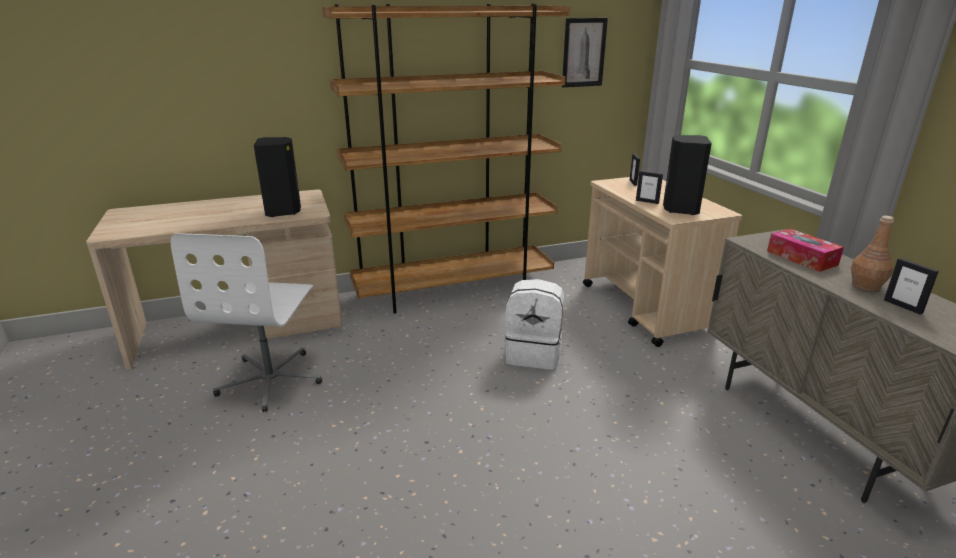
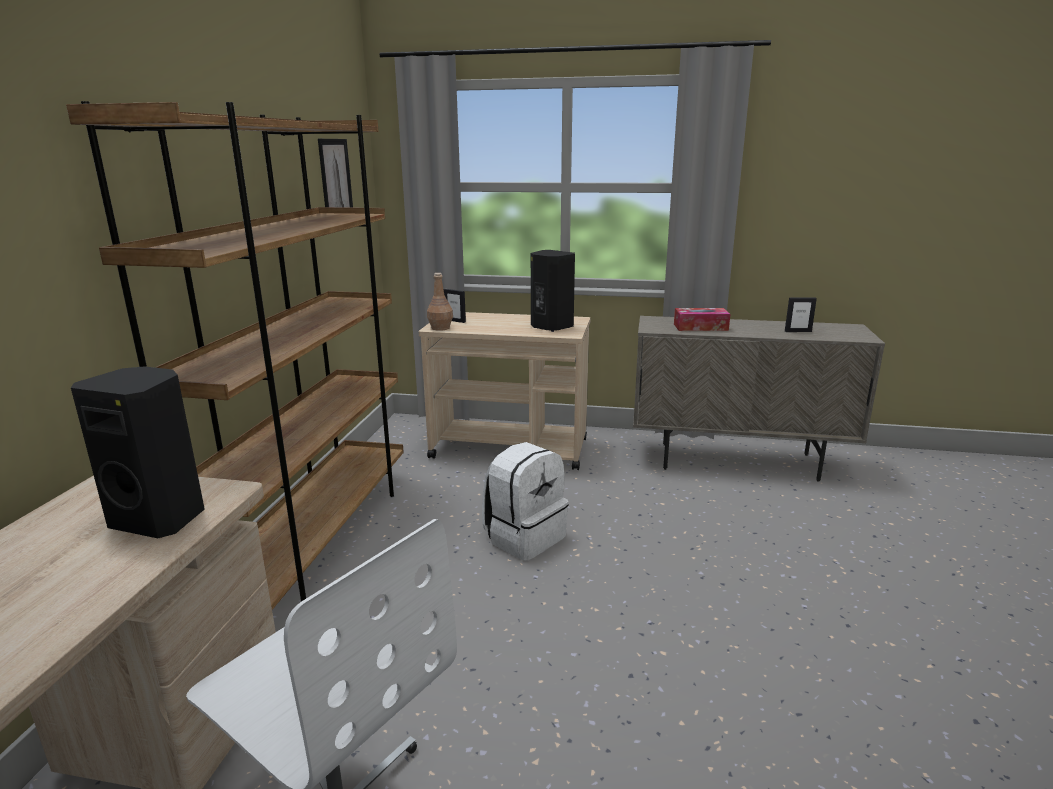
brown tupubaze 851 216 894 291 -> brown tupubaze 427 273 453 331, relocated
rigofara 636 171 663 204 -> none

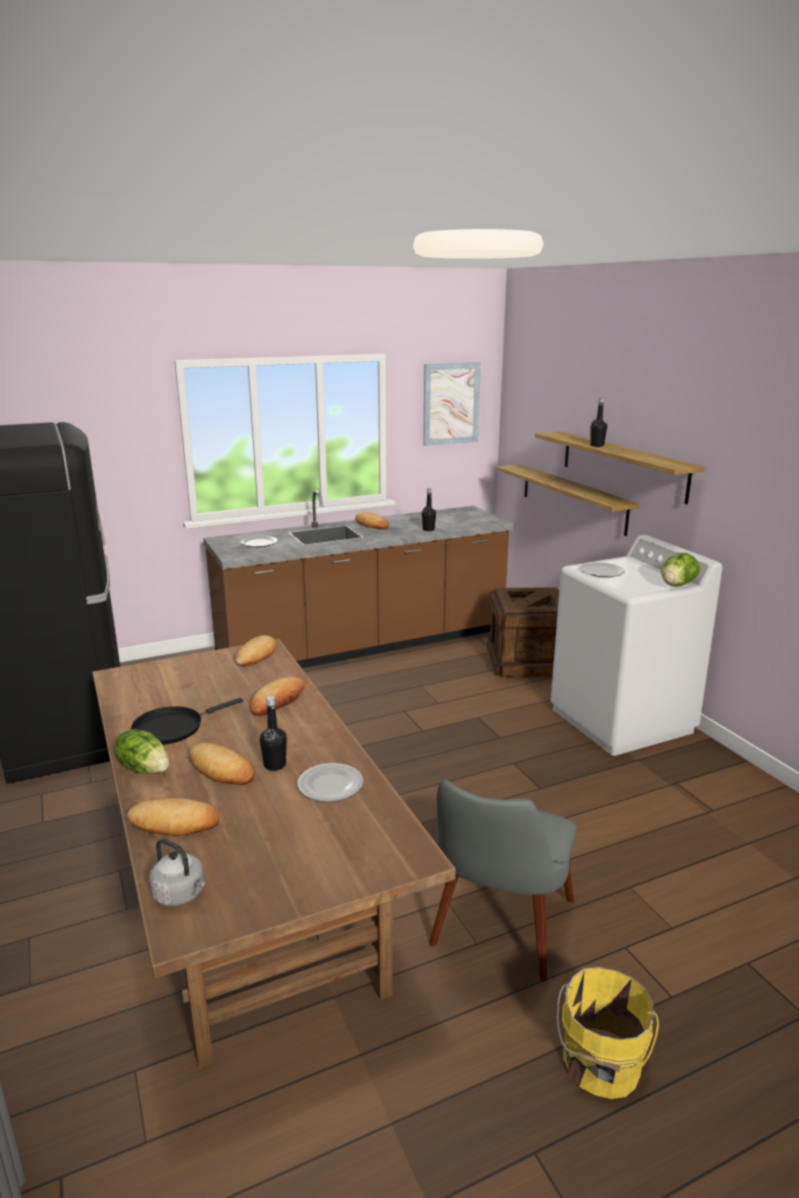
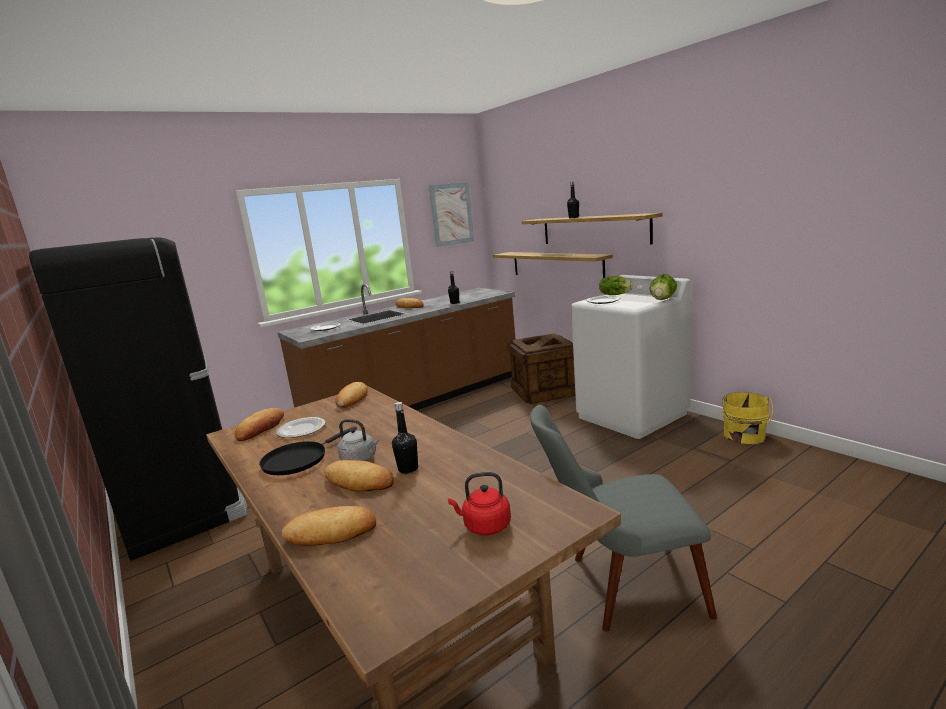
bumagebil 249 677 304 716 -> bumagebil 235 408 284 441, relocated
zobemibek 297 763 364 802 -> zobemibek 276 417 325 438, relocated
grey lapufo 149 839 205 906 -> grey lapufo 337 419 379 461, relocated
none -> red lapufo 448 472 511 535
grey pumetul 429 780 577 982 -> grey pumetul 530 405 717 632, 75 degrees clockwise
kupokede 114 729 169 774 -> kupokede 599 276 633 295, relocated
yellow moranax 557 967 659 1099 -> yellow moranax 722 392 773 444, relocated

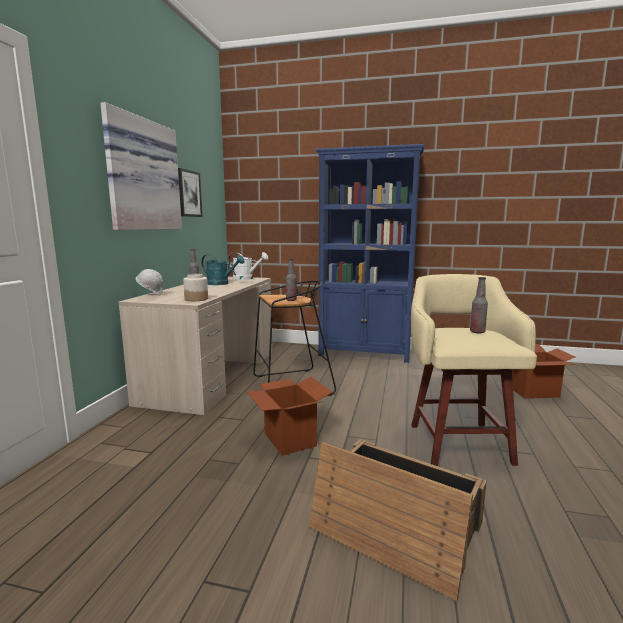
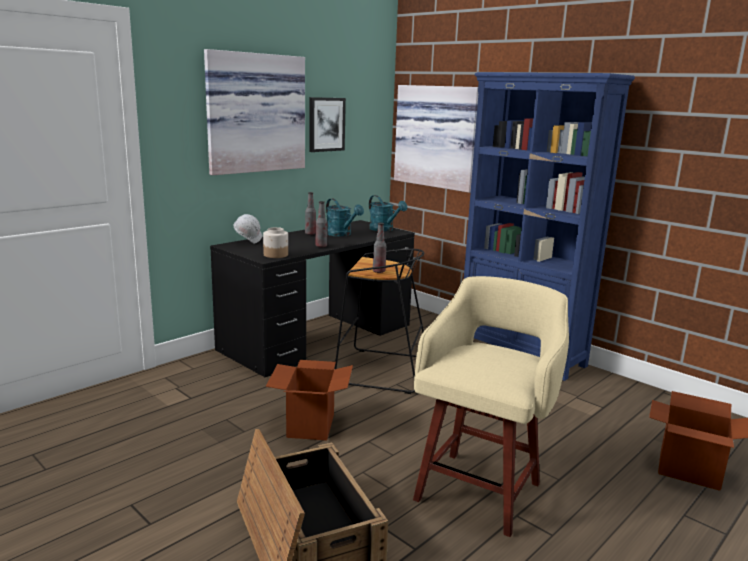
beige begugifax 119 277 272 415 -> black begugifax 210 220 415 377
tupubaze 470 277 488 333 -> tupubaze 315 201 327 247, relocated
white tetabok 228 252 268 280 -> turquoise tetabok 369 195 407 231
none -> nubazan 394 85 478 193

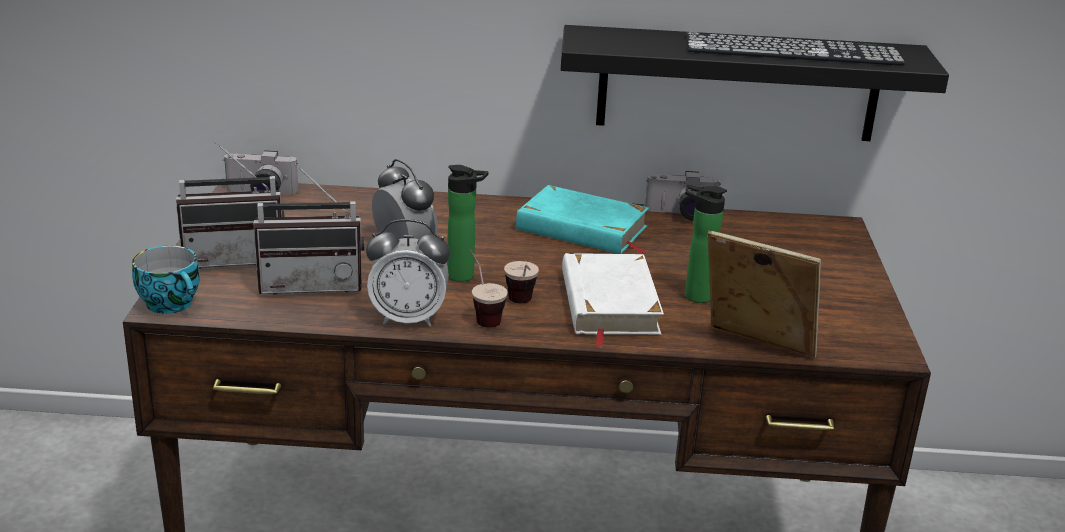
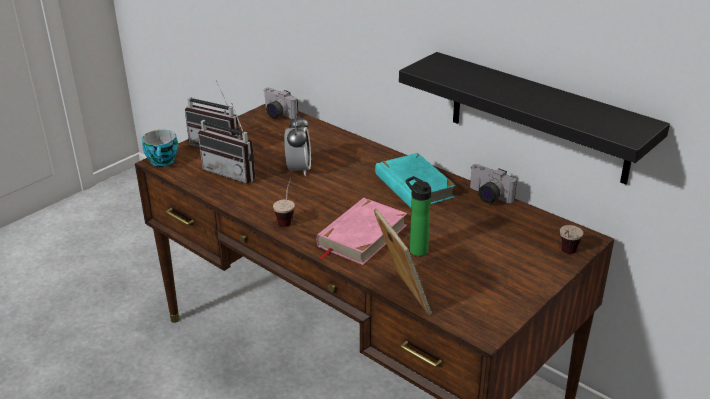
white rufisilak 562 253 664 347 -> pink rufisilak 317 198 407 265
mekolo 504 261 539 303 -> mekolo 560 225 583 254, relocated
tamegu 366 219 450 326 -> none
tupubaze 447 165 489 282 -> none
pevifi 686 32 905 66 -> none

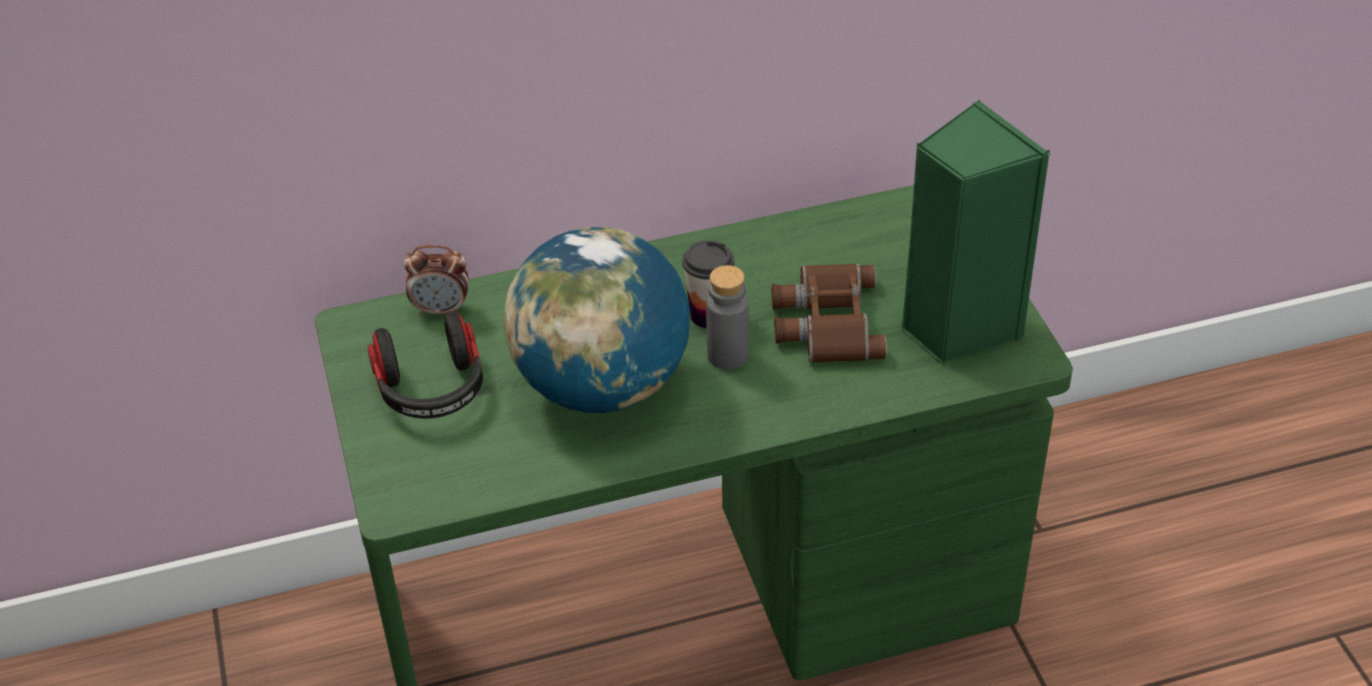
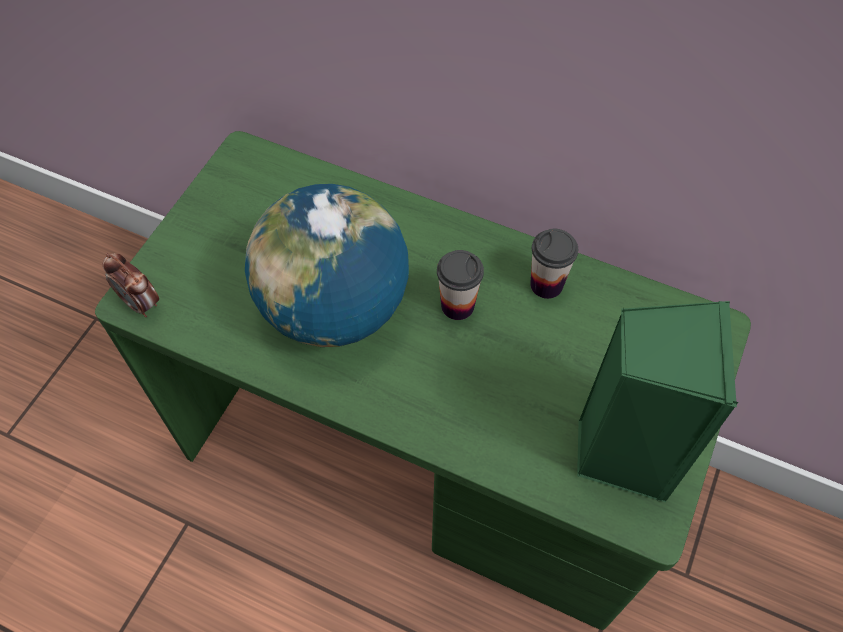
tamegu 404 245 469 316 -> tamegu 102 253 159 317, relocated
none -> mekolo 530 229 578 299
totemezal 368 312 483 419 -> none
grey tupubaze 706 265 749 370 -> none
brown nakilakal 772 263 887 363 -> none

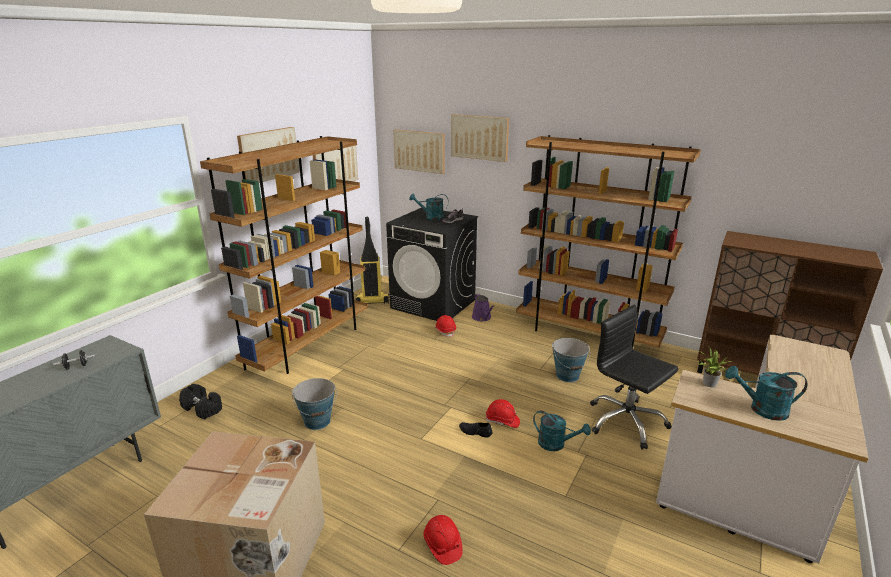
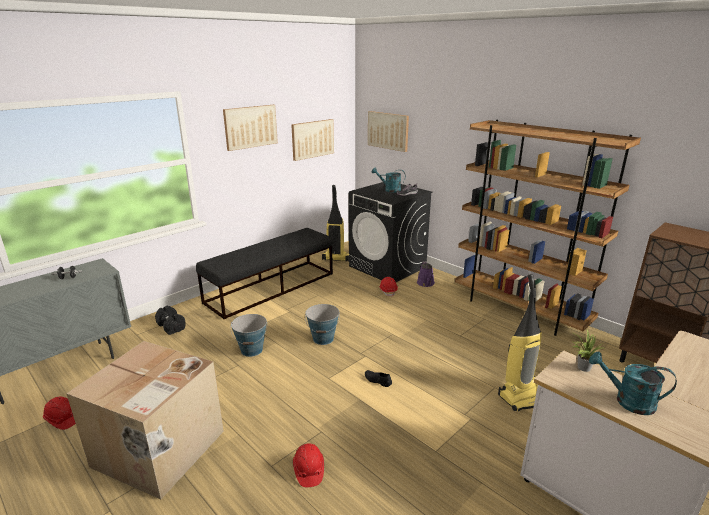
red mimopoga 485 399 520 428 -> red mimopoga 43 397 76 430, relocated
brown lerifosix 200 136 368 374 -> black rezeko 196 228 333 319
moranax 552 338 590 382 -> moranax 305 304 340 345, relocated
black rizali 590 305 678 449 -> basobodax 498 274 542 411
nubazan 451 114 509 162 -> none
turquoise tetabok 533 411 591 451 -> none

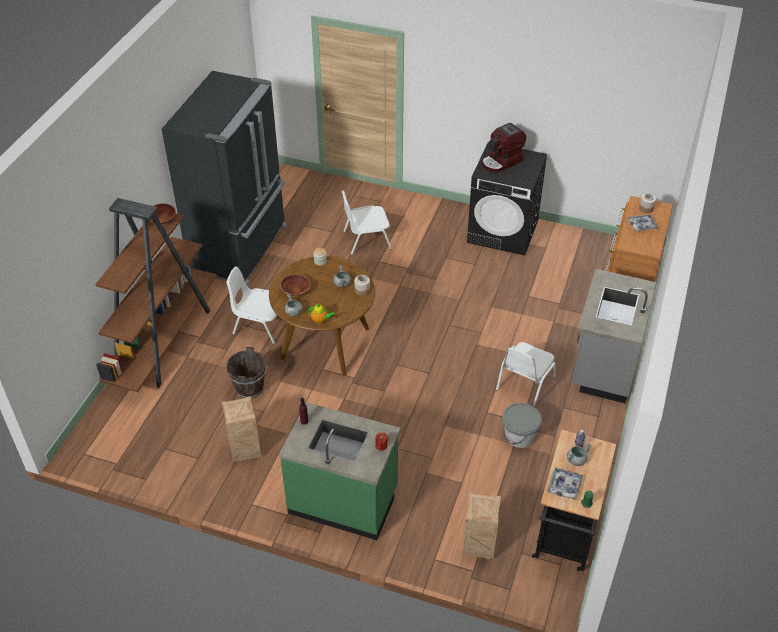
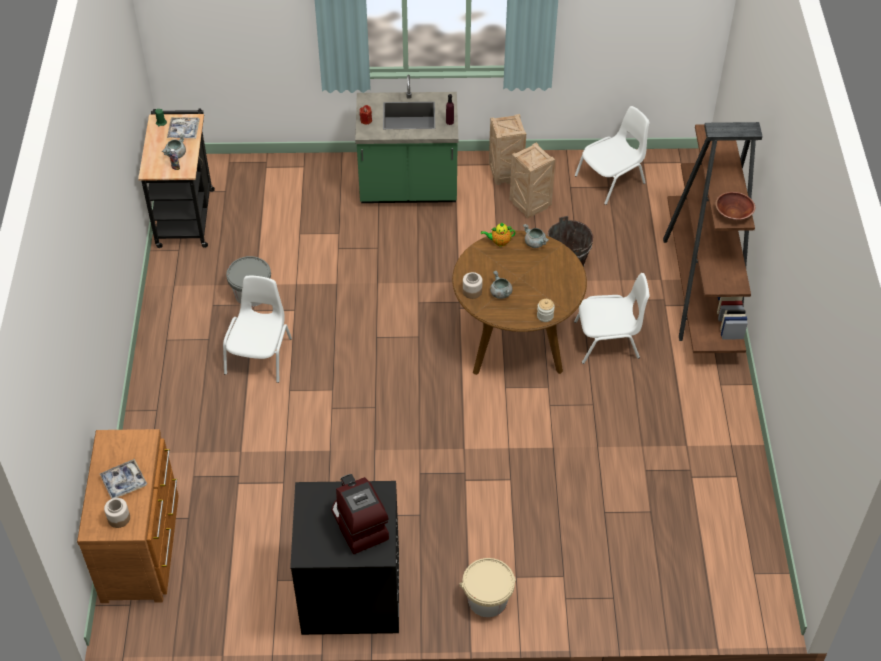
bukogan 482 123 526 173 -> bukogan 331 474 389 554, 60 degrees counterclockwise
none -> beige moranax 460 558 516 617
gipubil 462 492 501 560 -> gipubil 489 114 526 185, relocated
white pumetul 341 191 392 255 -> white pumetul 575 106 649 205, relocated
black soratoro 162 71 287 286 -> none
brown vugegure 280 274 311 295 -> none
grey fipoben 572 269 656 403 -> none

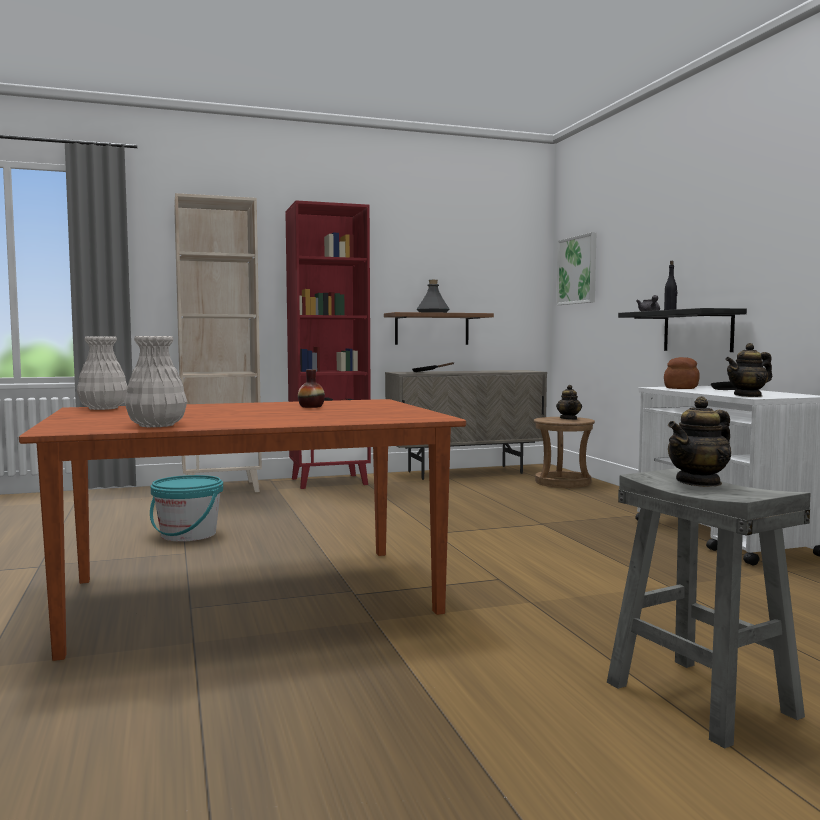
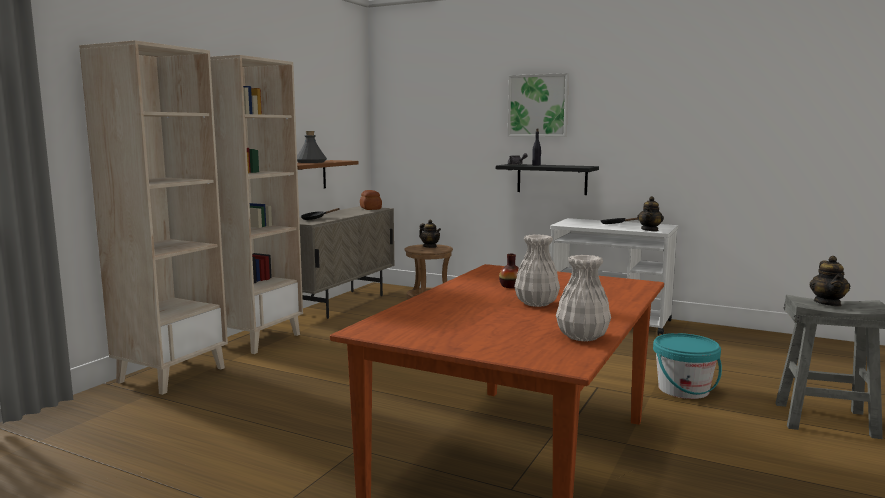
red lerifosix 285 200 371 489 -> beige lerifosix 210 55 303 354
bumagebil 664 357 700 389 -> bumagebil 360 190 382 210, relocated
nubazan 557 232 596 305 -> nubazan 508 73 569 137, relocated
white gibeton 77 337 128 410 -> white gibeton 514 235 560 307, relocated
turquoise moranax 150 475 223 542 -> turquoise moranax 653 333 722 399, relocated

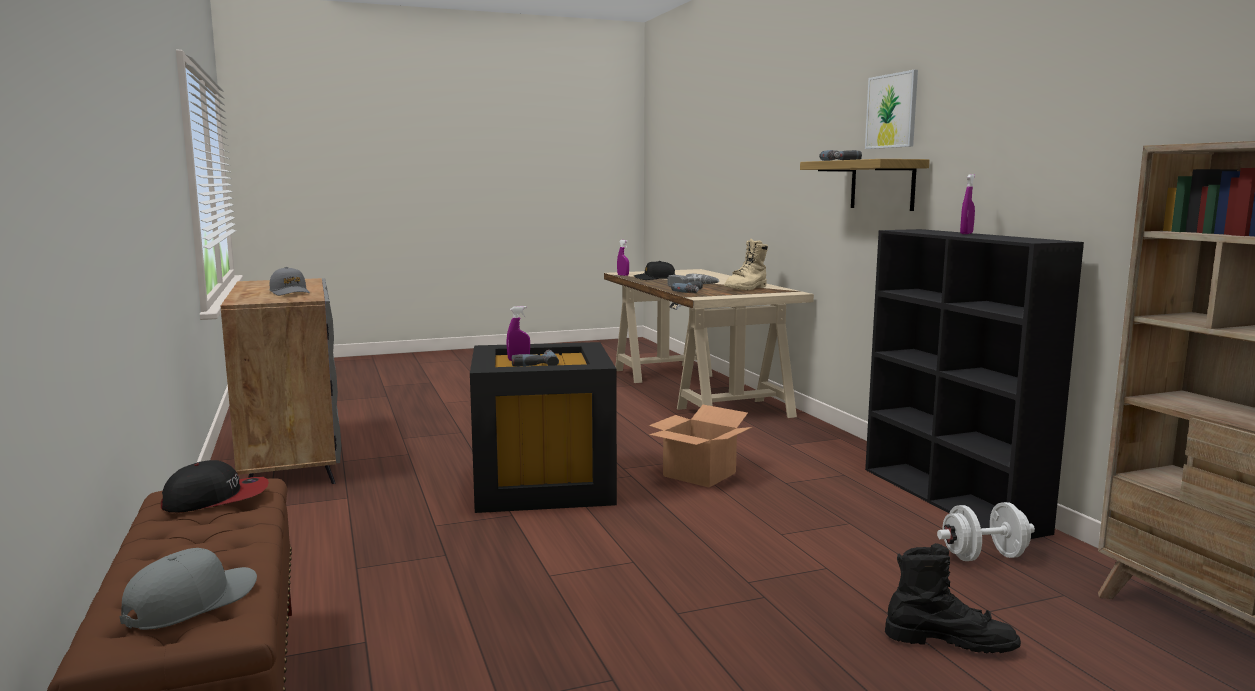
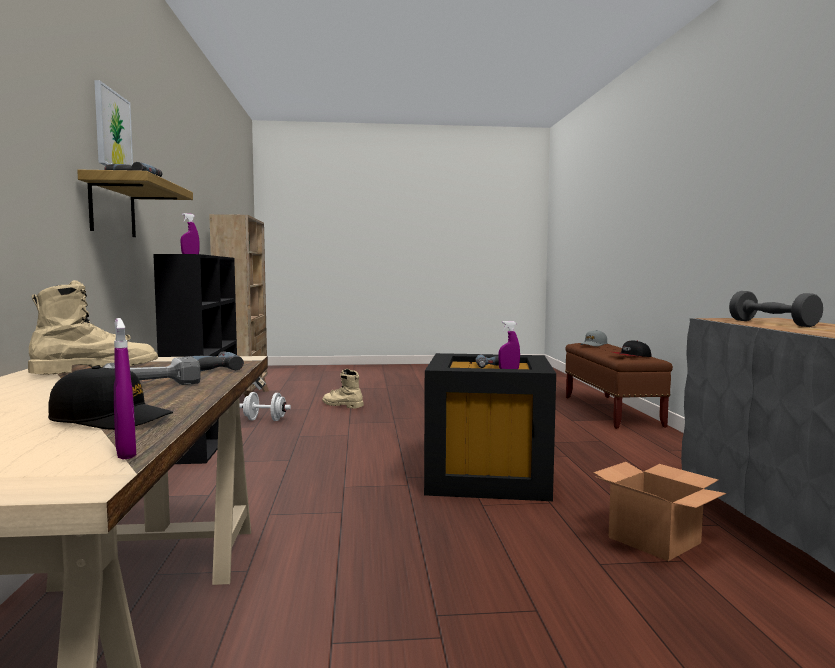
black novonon 885 543 1021 653 -> beige novonon 322 369 364 408
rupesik 649 405 752 487 -> rupesik 594 462 726 561, relocated
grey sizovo 269 267 310 296 -> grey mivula 729 291 823 327

